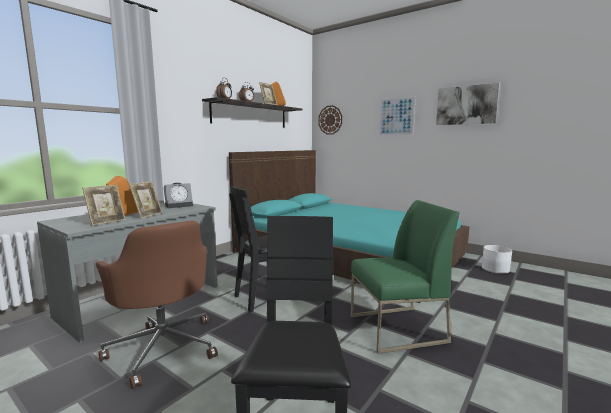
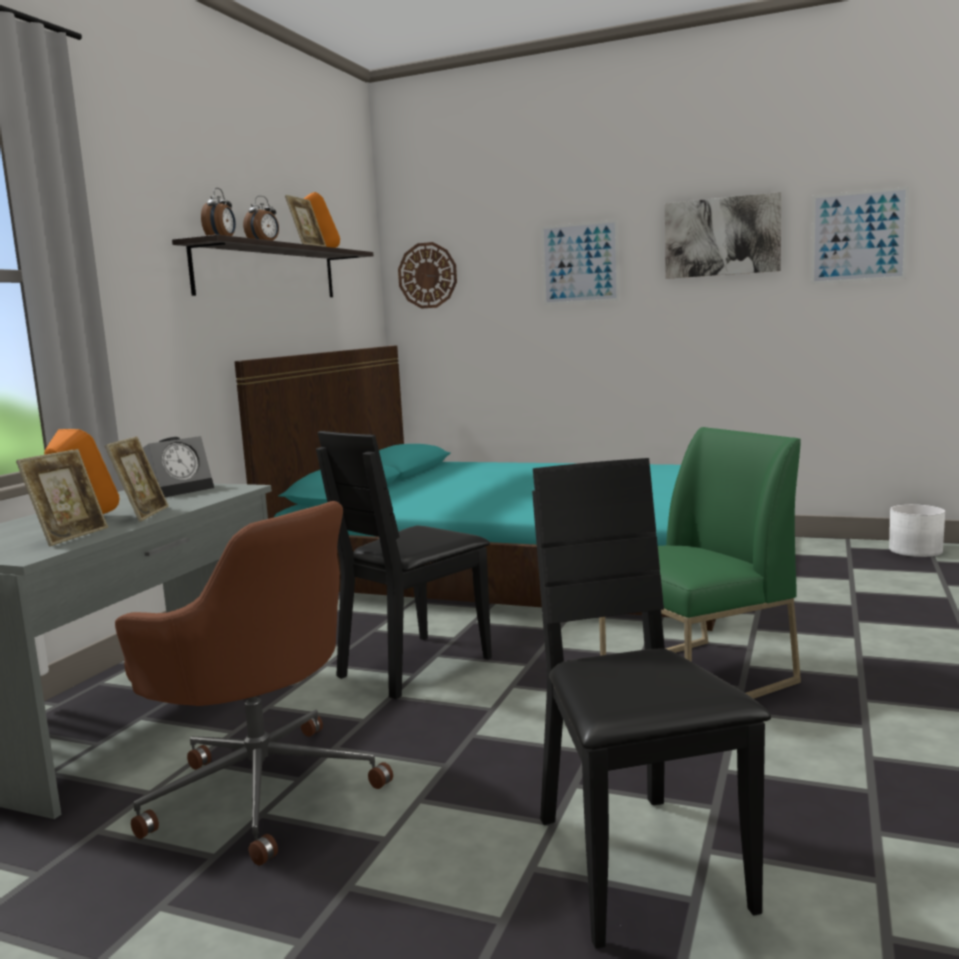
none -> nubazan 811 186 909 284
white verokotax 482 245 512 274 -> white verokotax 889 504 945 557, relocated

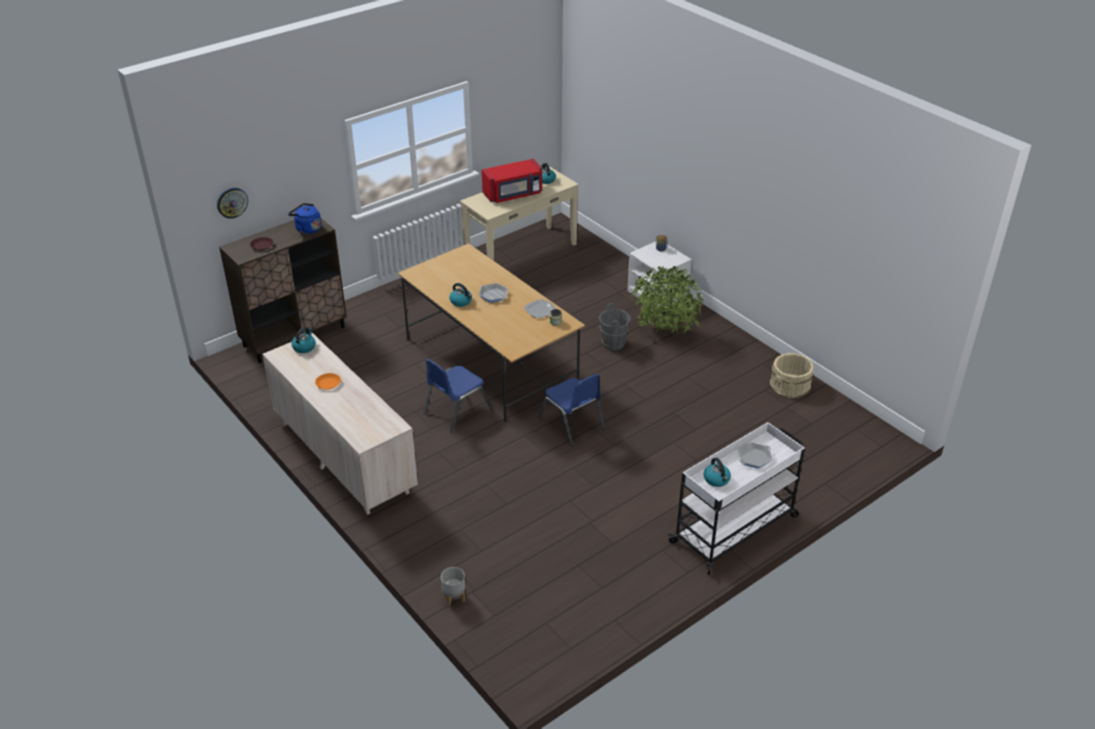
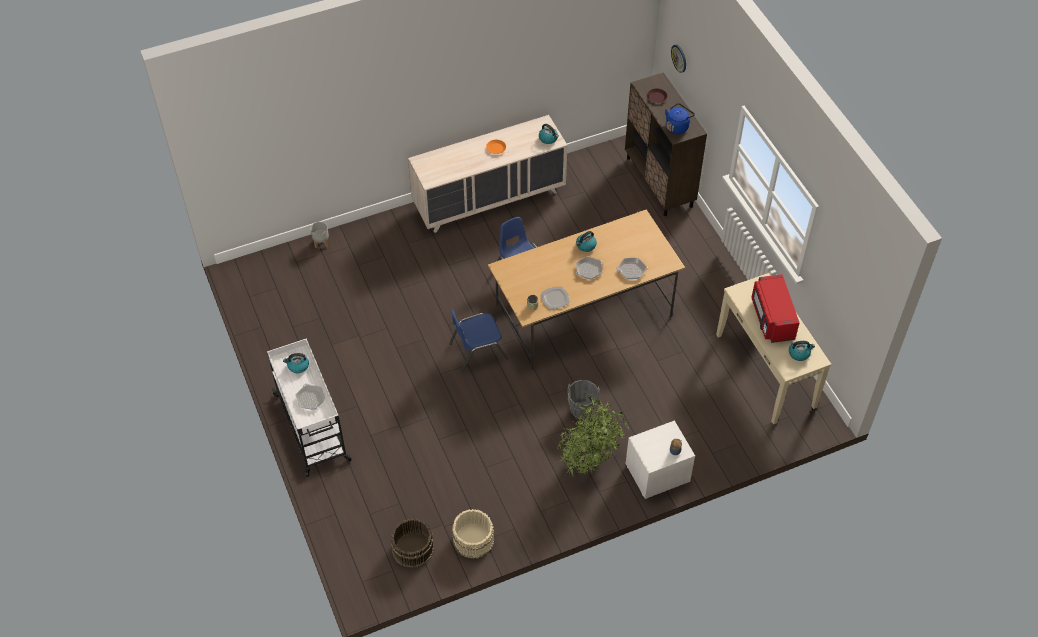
none -> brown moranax 391 518 434 568
none -> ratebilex 616 258 648 279

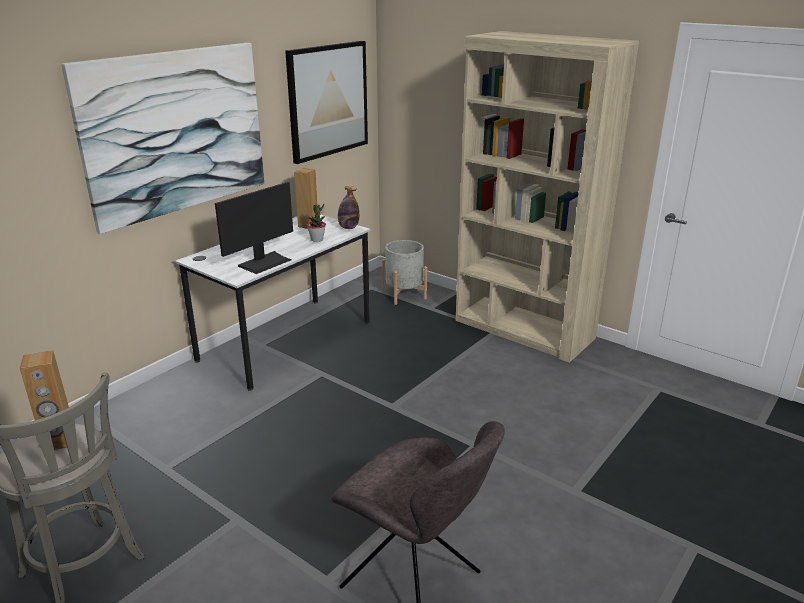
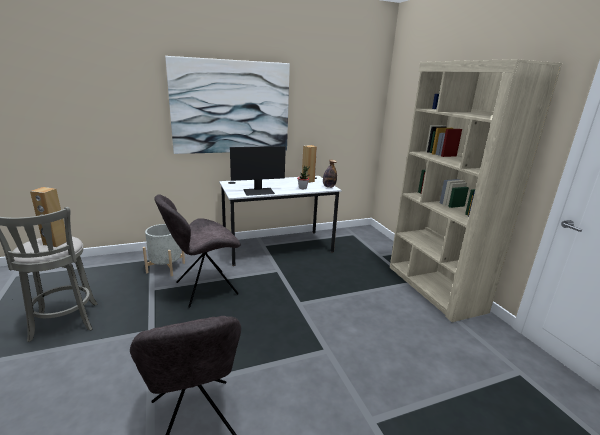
grey verokotax 382 240 427 305 -> grey verokotax 143 224 185 277, relocated
none -> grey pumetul 154 194 241 308
nubazan 285 41 368 164 -> none

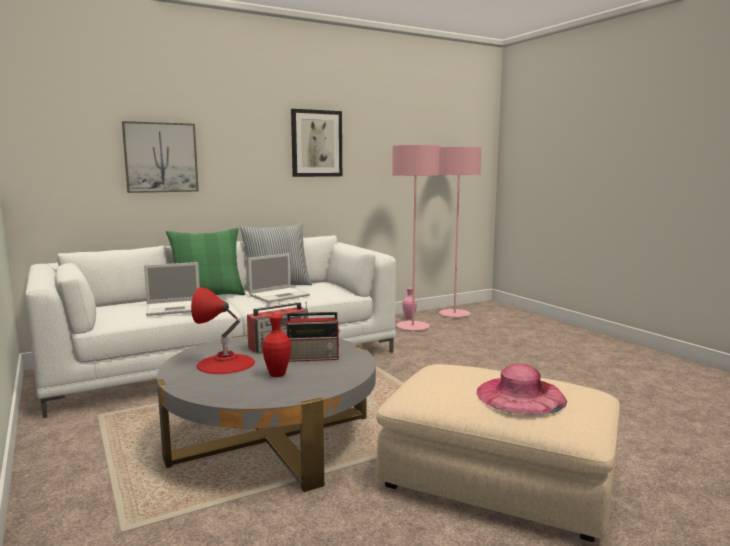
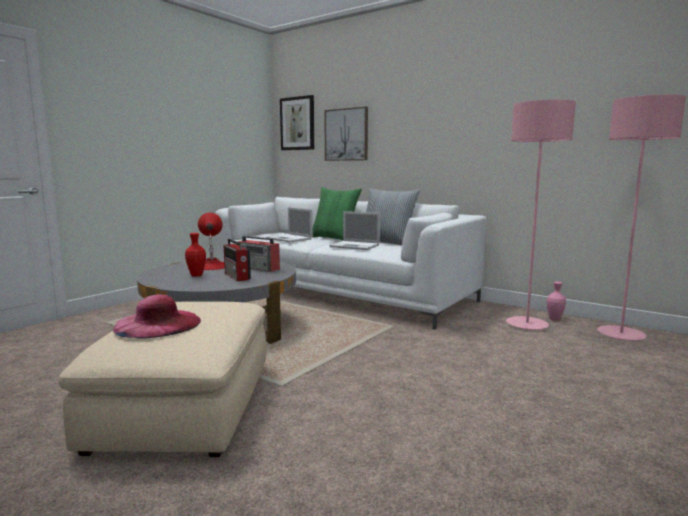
nubazan 291 109 342 177 -> nubazan 280 95 314 150, relocated

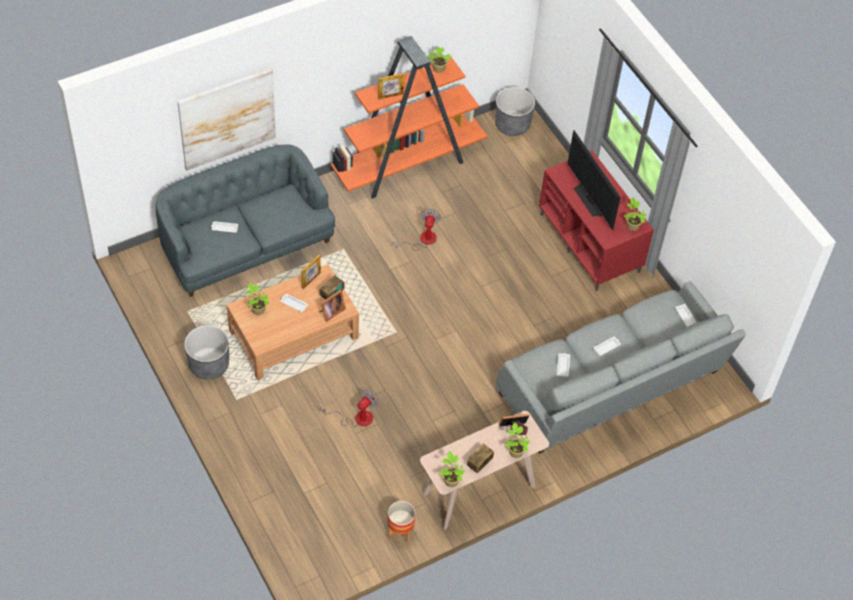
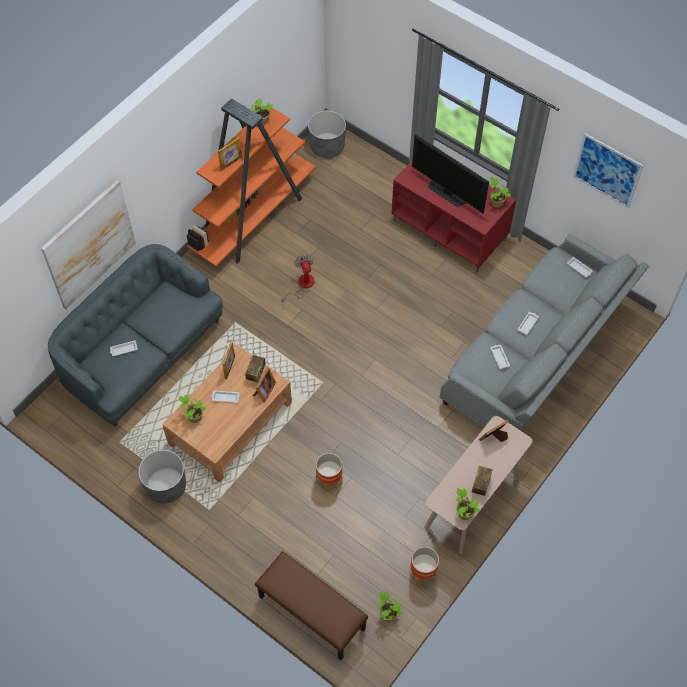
none -> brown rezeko 255 551 368 660
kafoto 321 390 379 427 -> verokotax 316 453 342 492
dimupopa 505 423 530 458 -> dimupopa 378 592 403 621, relocated
none -> nubazan 573 133 644 209

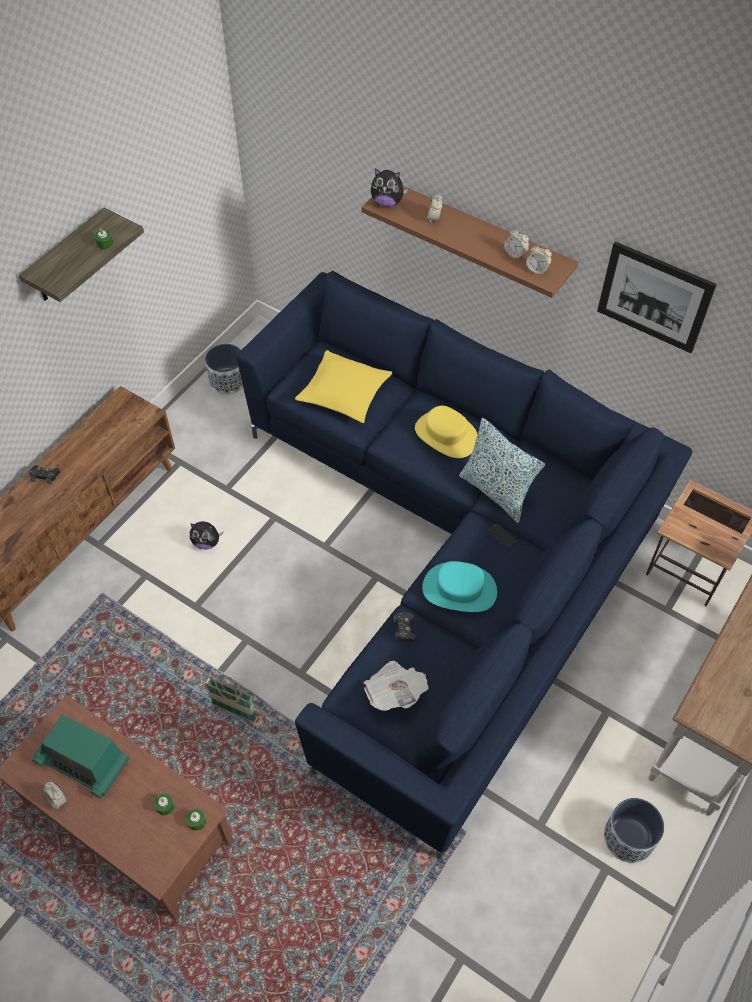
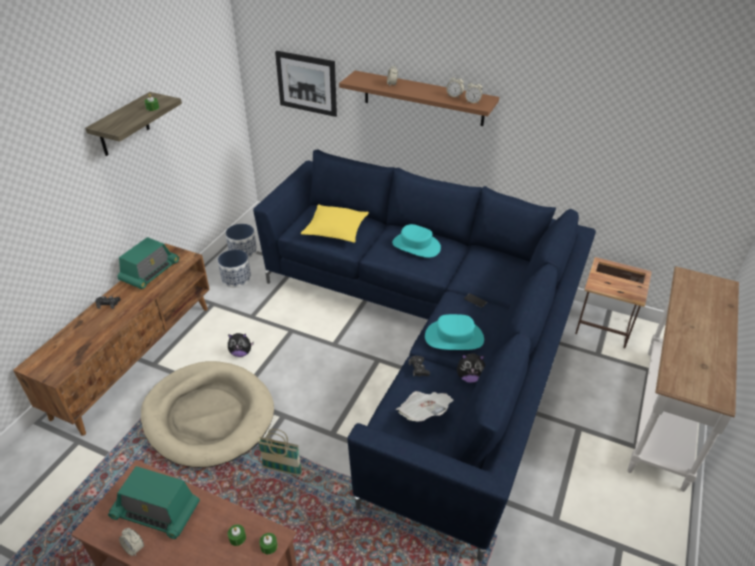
none -> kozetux 118 237 179 289
none -> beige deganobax 141 361 274 468
verokotax 604 798 664 863 -> verokotax 218 249 251 288, relocated
nubazan 597 241 717 353 -> nubazan 275 51 337 117, relocated
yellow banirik 415 406 478 458 -> turquoise banirik 392 224 441 258
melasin 371 169 408 207 -> melasin 457 353 485 383, relocated
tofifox 459 418 545 523 -> none

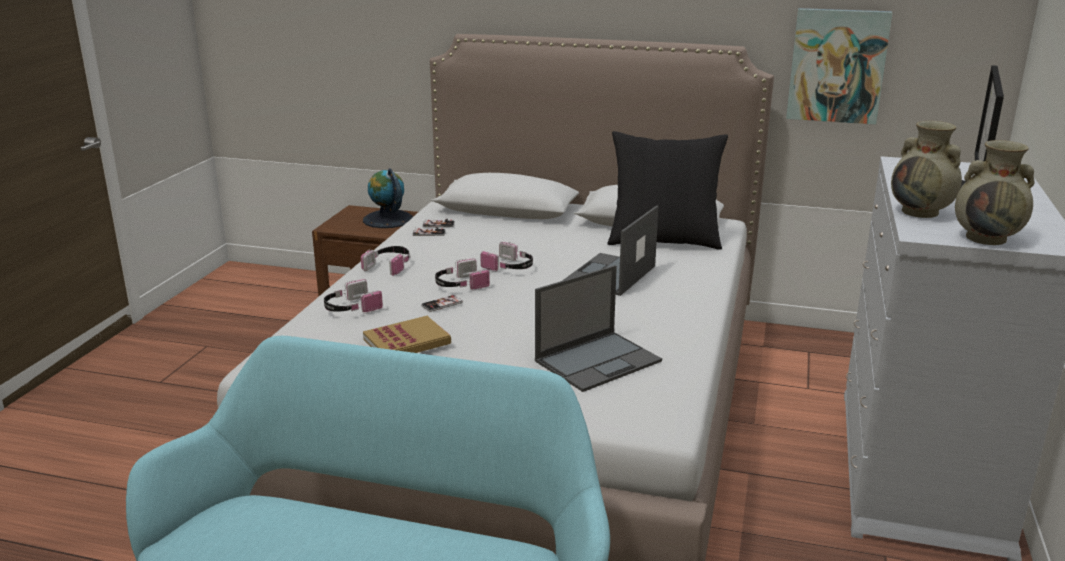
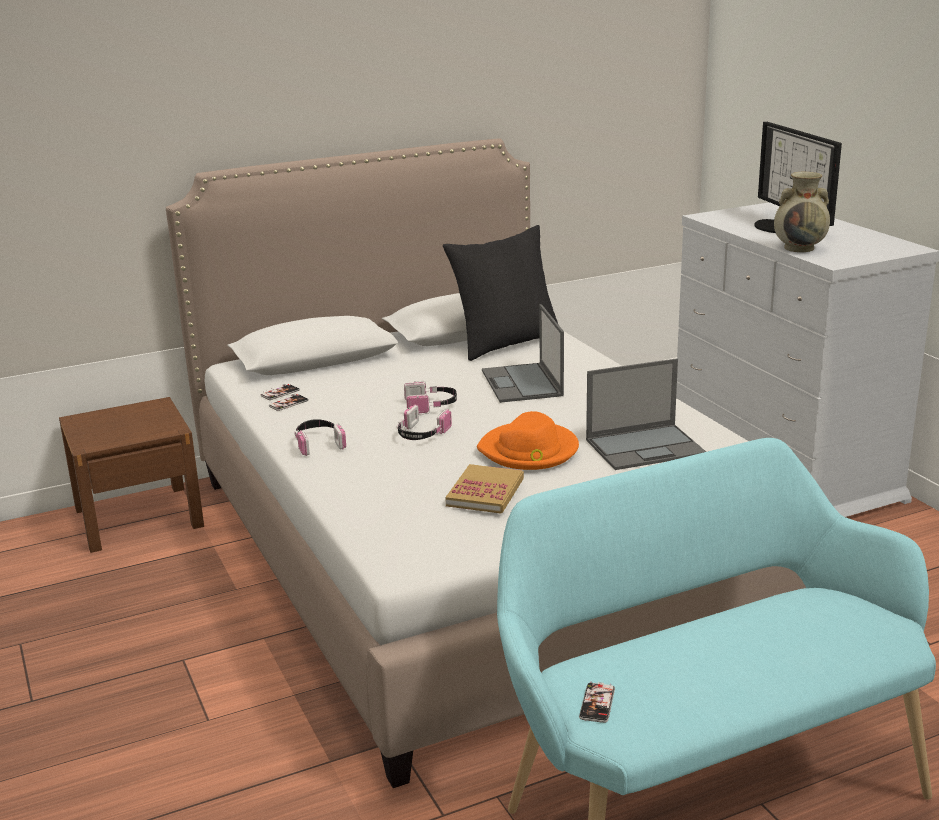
none -> orange banirik 477 411 579 470
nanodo 421 295 463 312 -> nanodo 579 681 615 723, relocated
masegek 535 265 662 392 -> masegek 586 358 706 470, 60 degrees clockwise
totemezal 324 279 383 314 -> none
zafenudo 363 168 413 228 -> none
nubazan 786 8 893 124 -> none
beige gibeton 955 140 1035 245 -> none

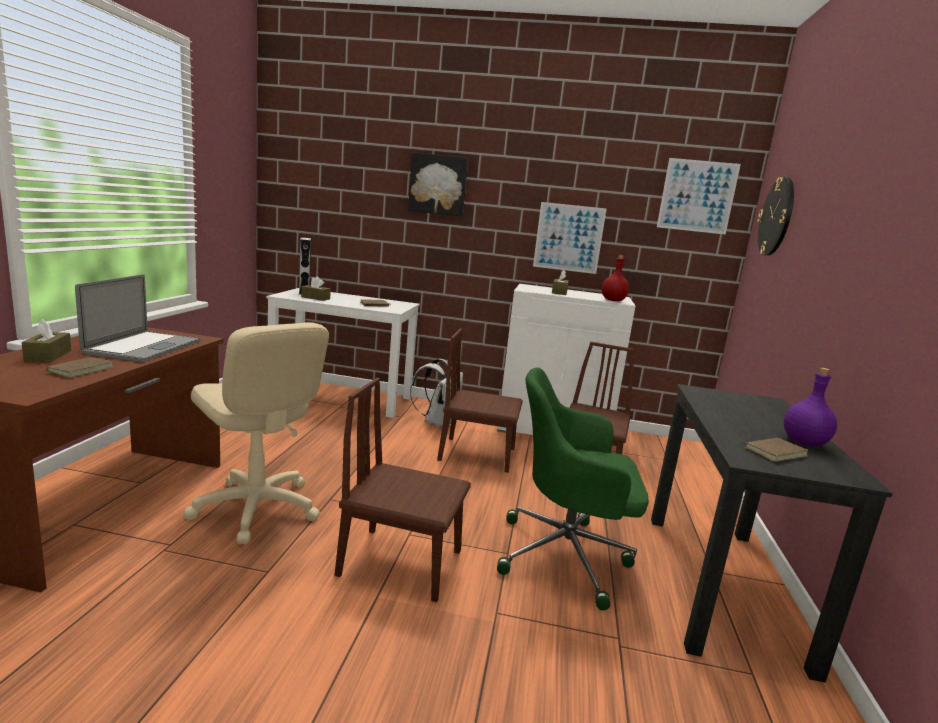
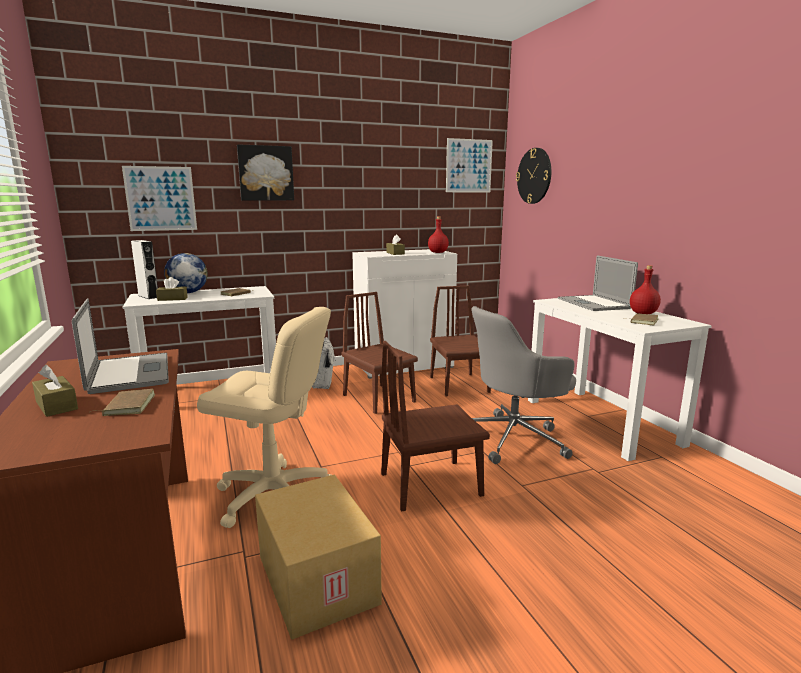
nubazan 533 202 606 274 -> nubazan 122 166 197 231, relocated
none -> zafenudo 164 253 207 293
none -> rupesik 255 475 382 640
brown pumetul 437 329 523 473 -> brown pumetul 342 292 418 414, 75 degrees clockwise
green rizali 497 368 649 610 -> grey rizali 471 306 576 464
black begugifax 651 384 893 683 -> white begugifax 528 298 712 461
none -> masegek 558 255 638 311
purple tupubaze 784 368 837 446 -> red tupubaze 630 265 661 314

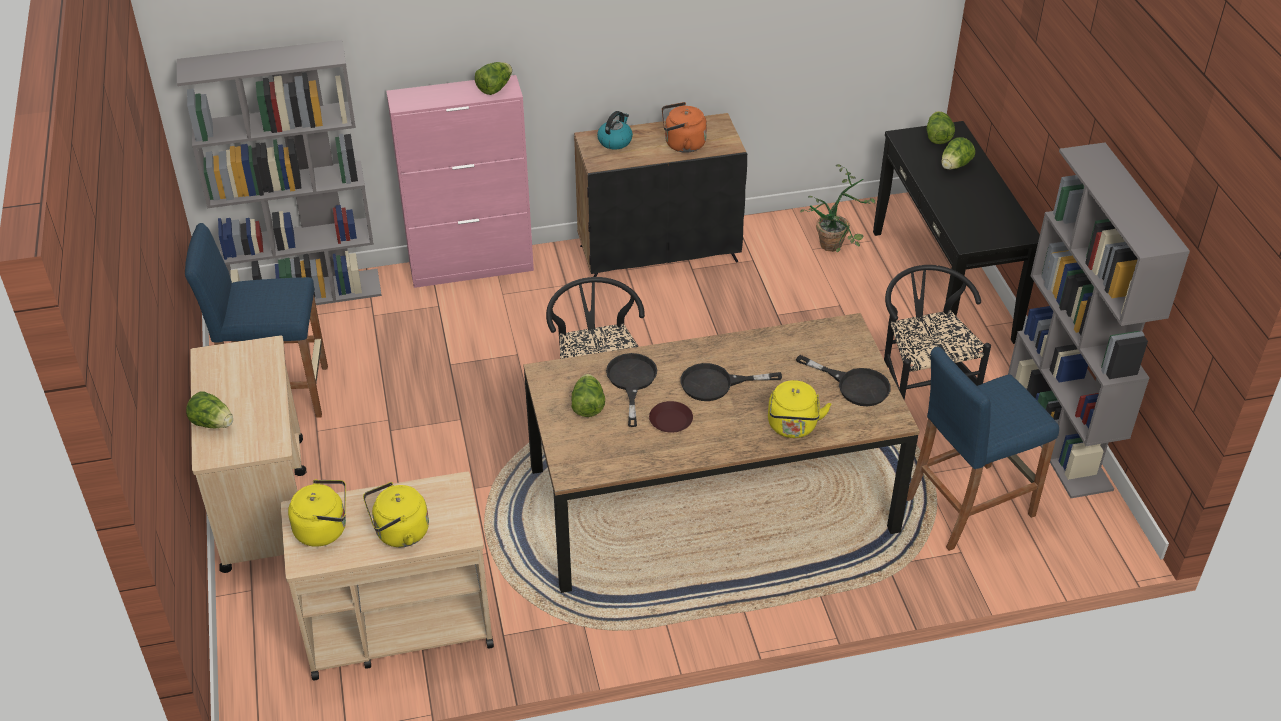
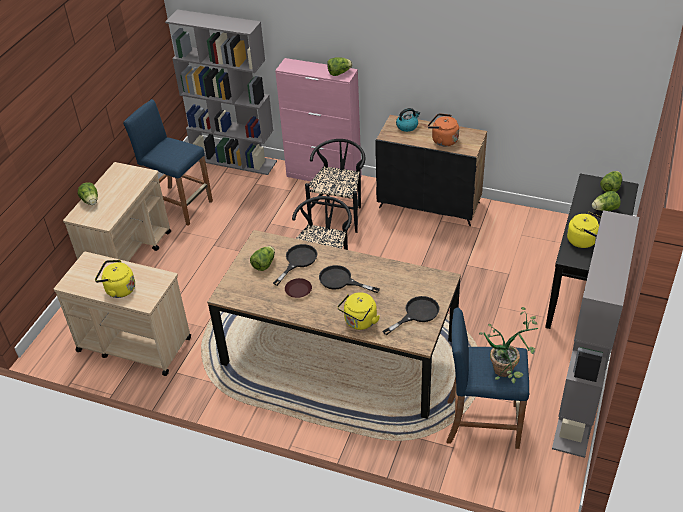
black pumetul 884 265 991 400 -> black pumetul 305 139 365 233, relocated
black ratebilex 796 355 891 406 -> black ratebilex 382 296 440 335, 105 degrees counterclockwise
dimupopa 800 164 876 252 -> dimupopa 479 307 538 383, relocated
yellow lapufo 288 479 346 547 -> yellow lapufo 567 212 601 248, relocated

